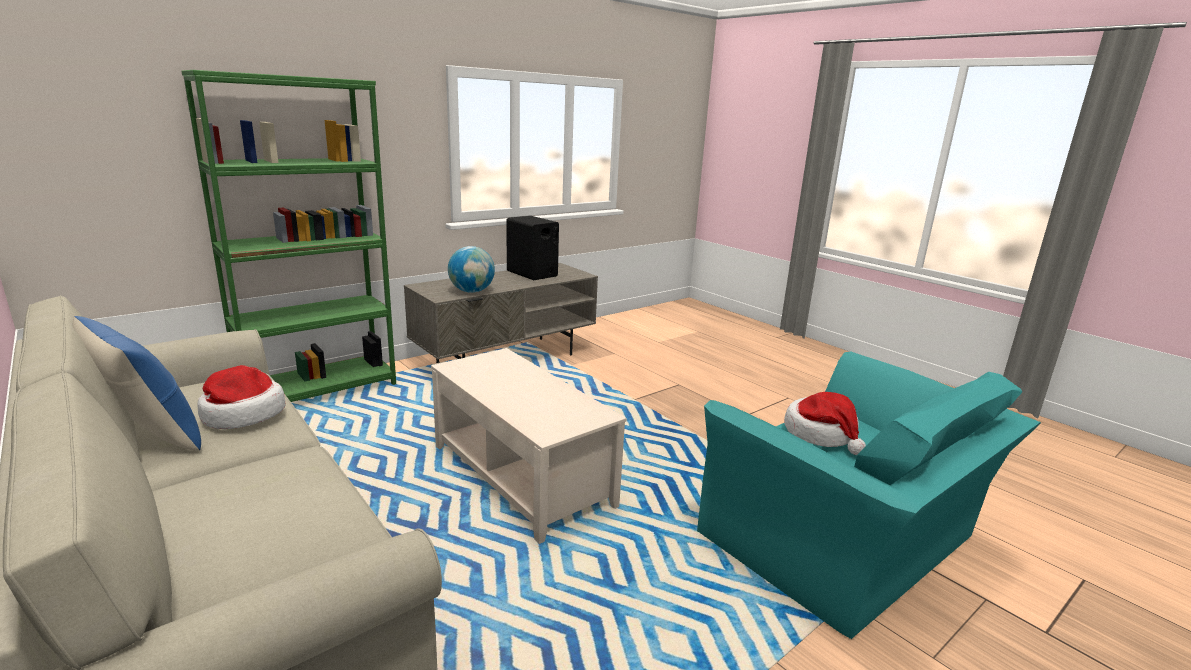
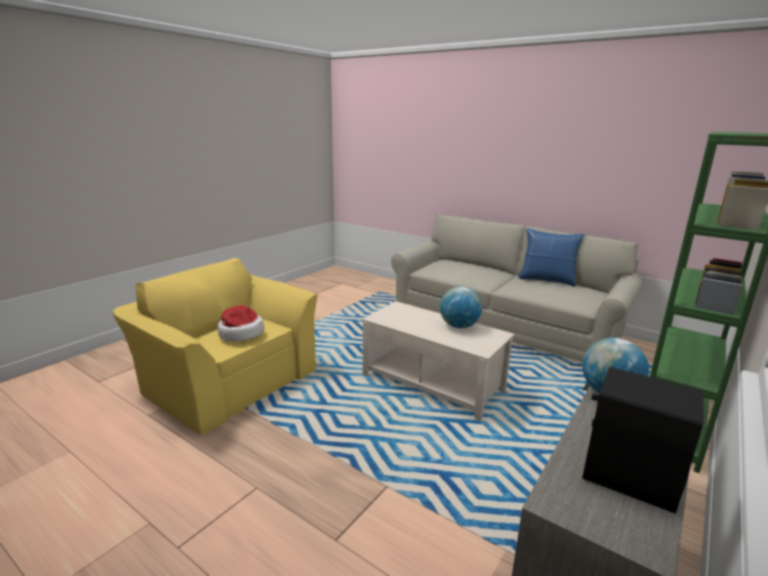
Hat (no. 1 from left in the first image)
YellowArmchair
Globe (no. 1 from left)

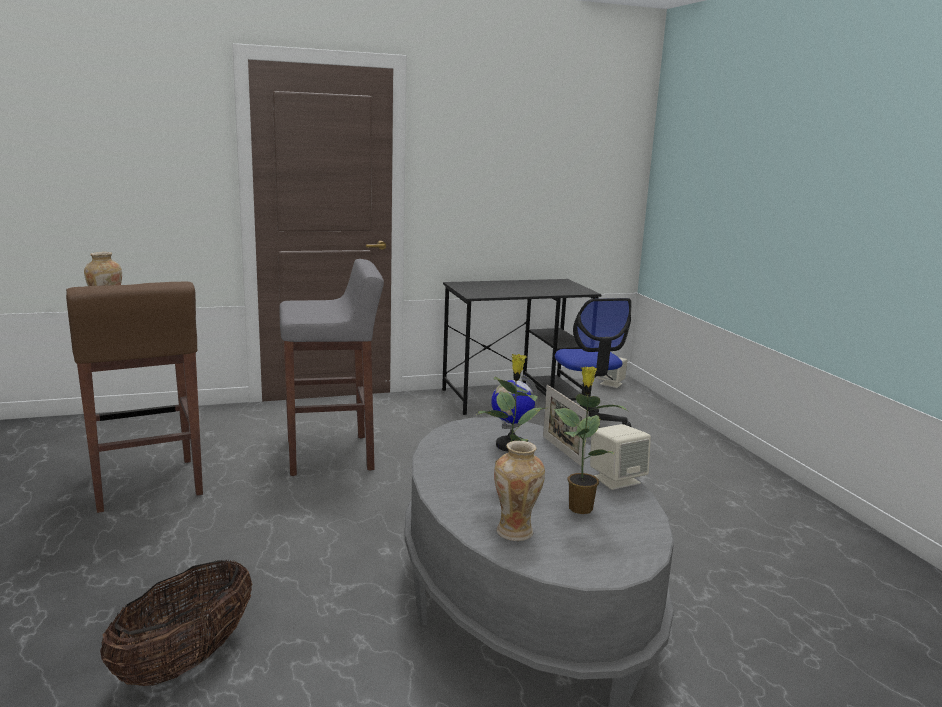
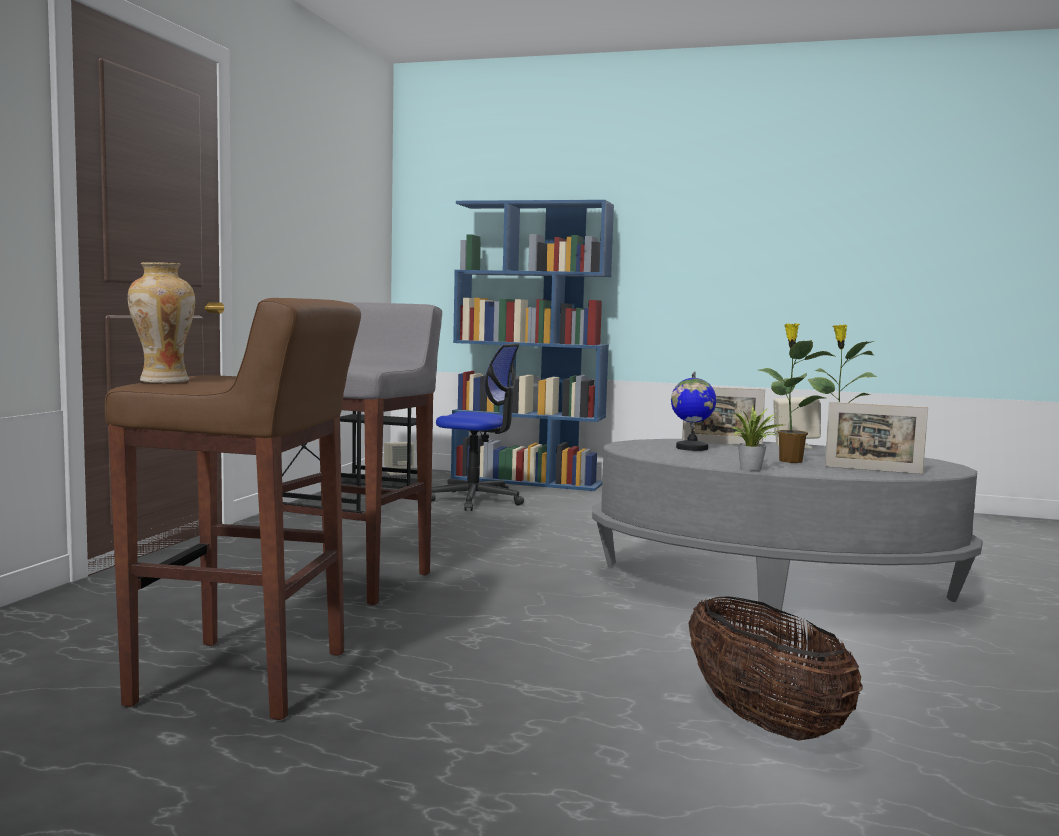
PictureFrame (no. 2 from left)
BlueBookcase
PottedPlant (no. 1 from left)

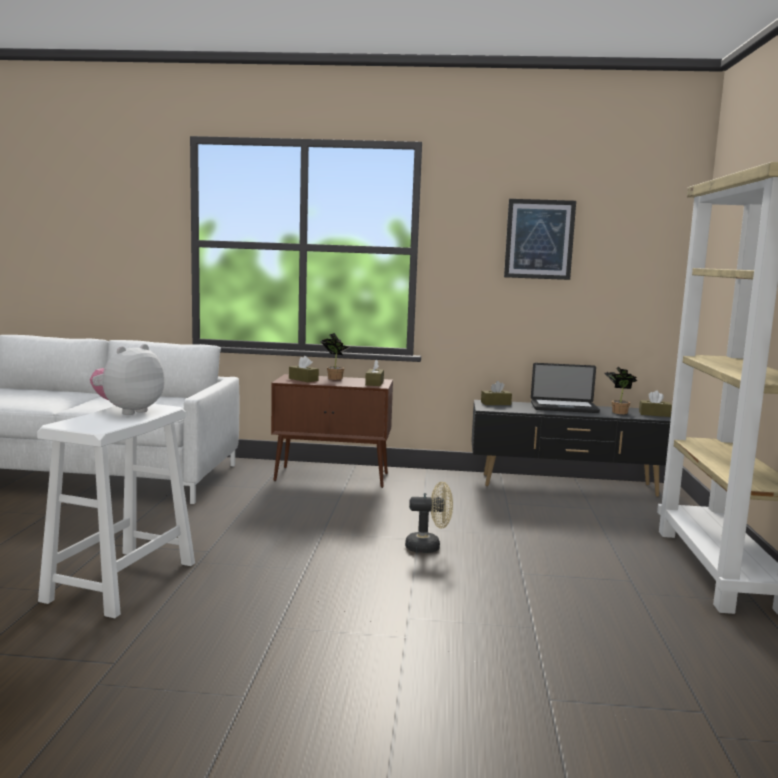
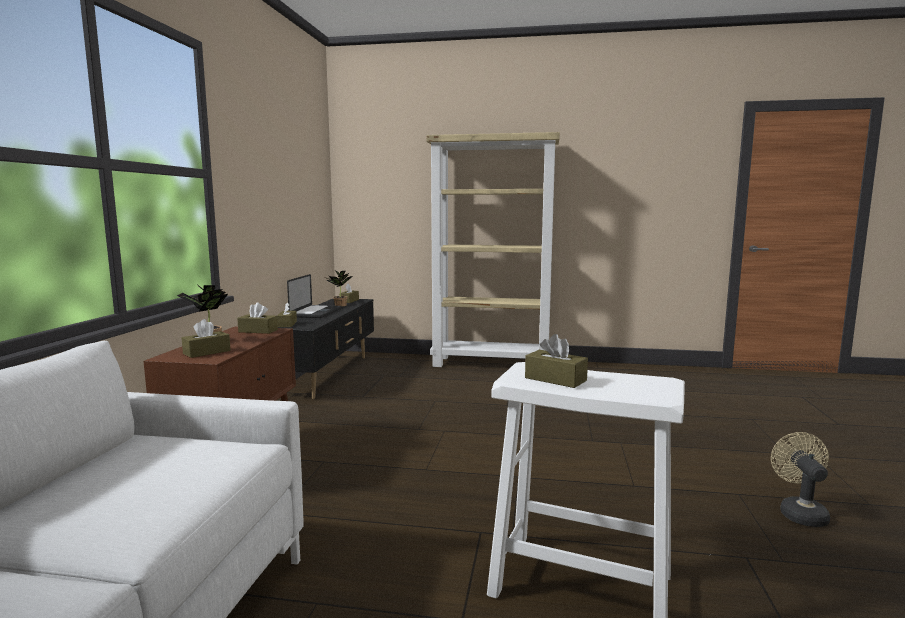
BrownTissueBox (no. 5 from left)
BeigeFan
Picture

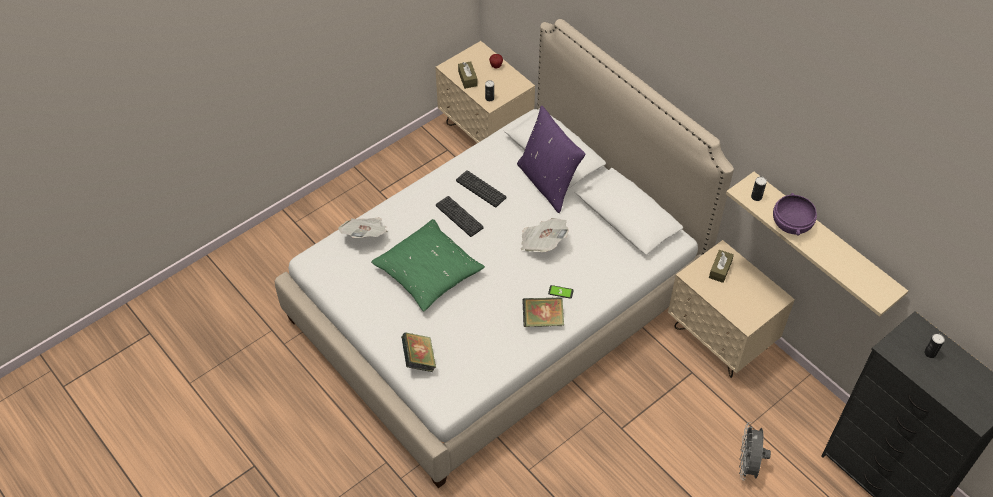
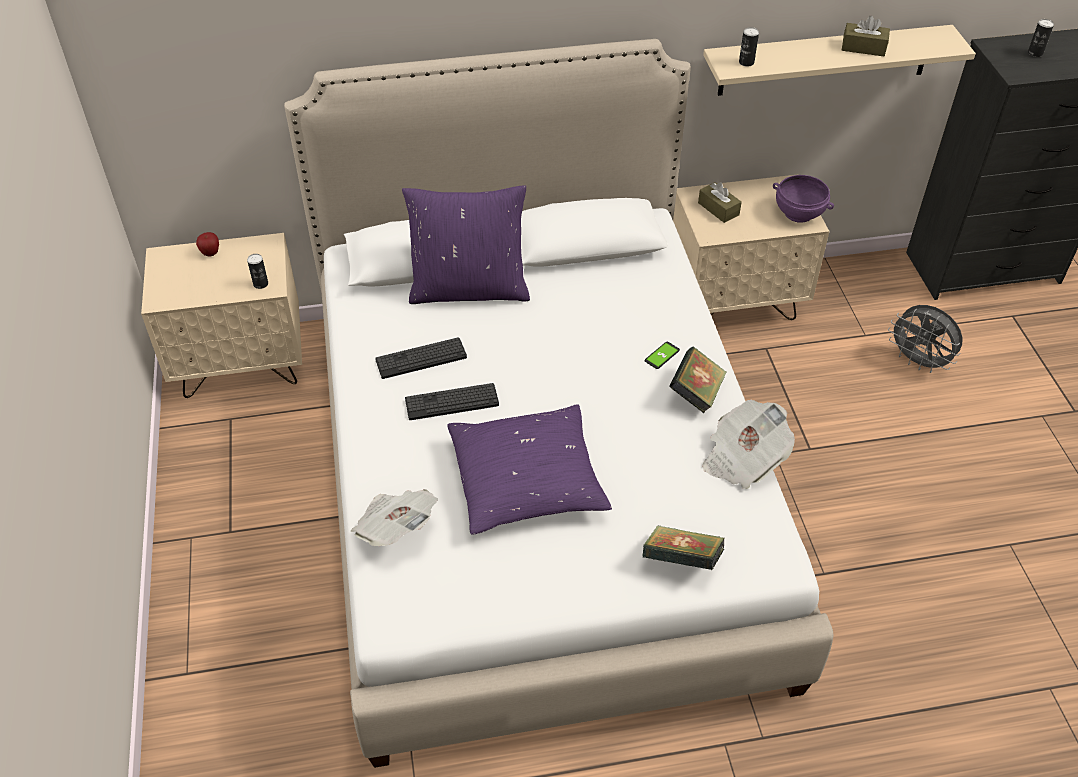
PurplePillow (no. 2 from left)
BrownTissueBox (no. 2 from left)
Newspaper (no. 2 from left)
PurpleBowl

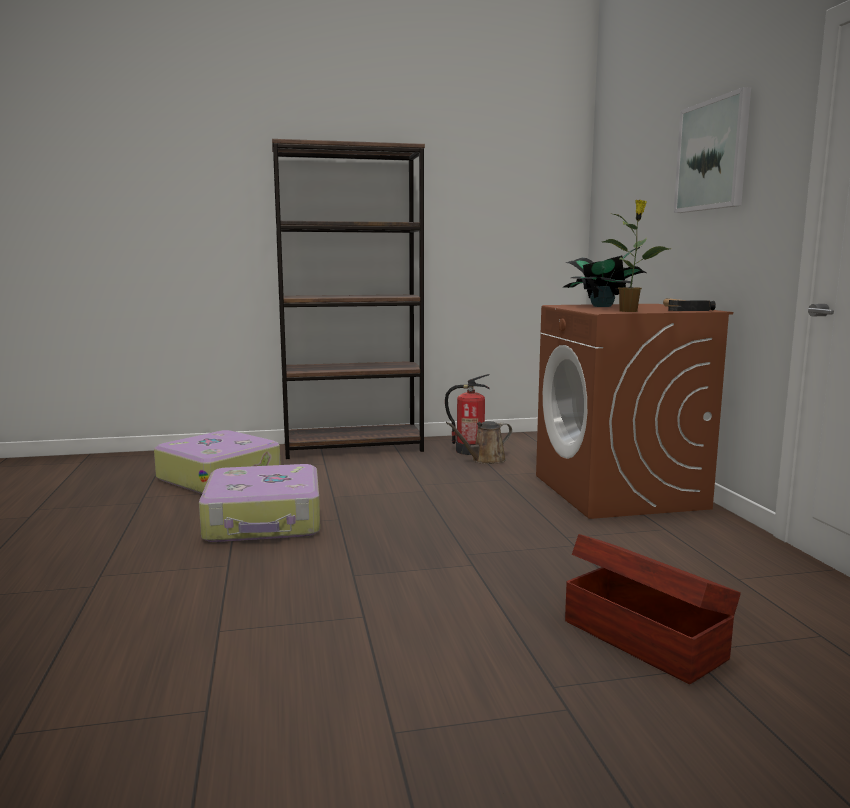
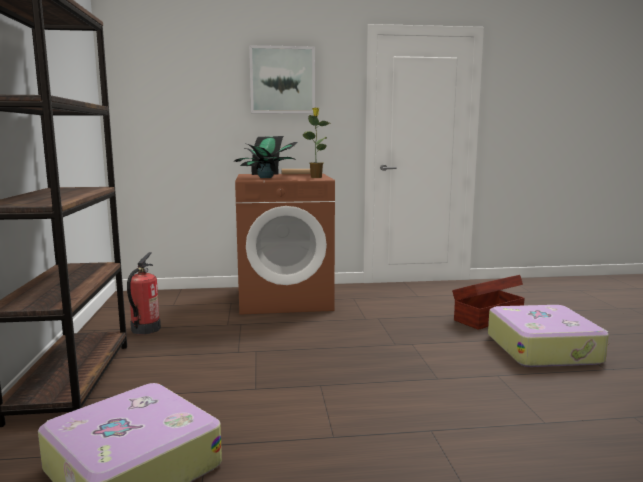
Suitcase (no. 2 from left)
BrownWateringCan

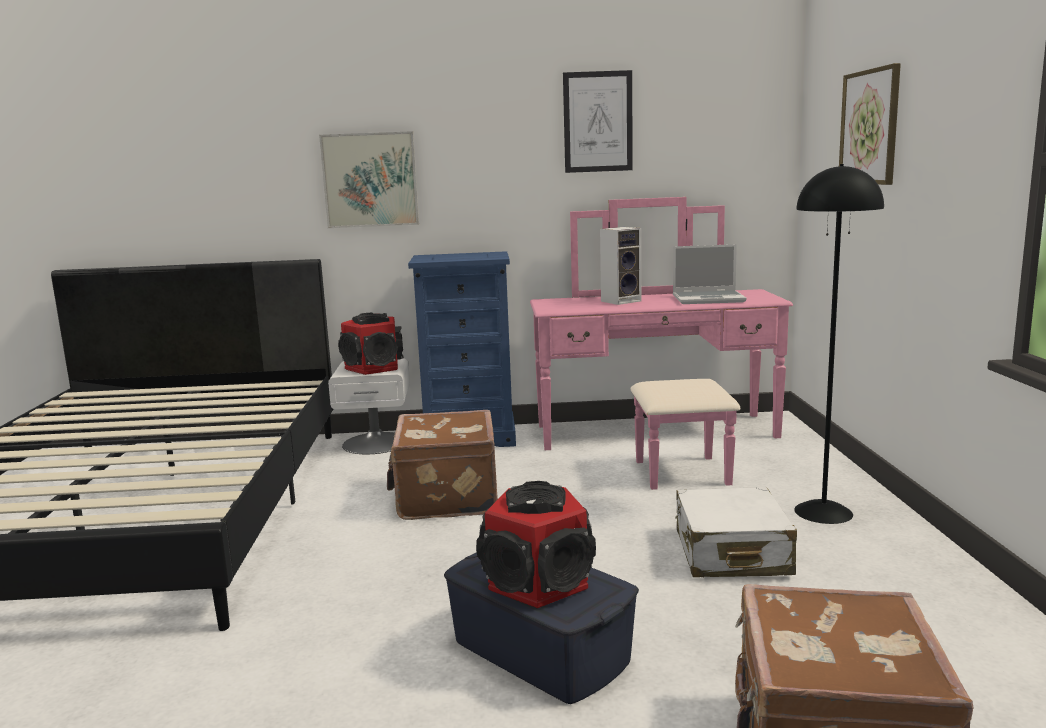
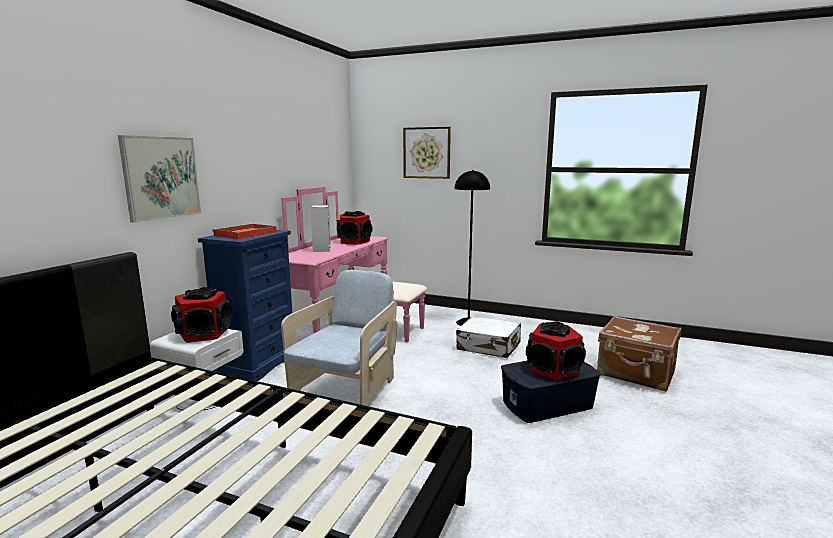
BeigeArmchair
Picture (no. 2 from left in the first image)
Speaker (no. 3 from left)
RedTray

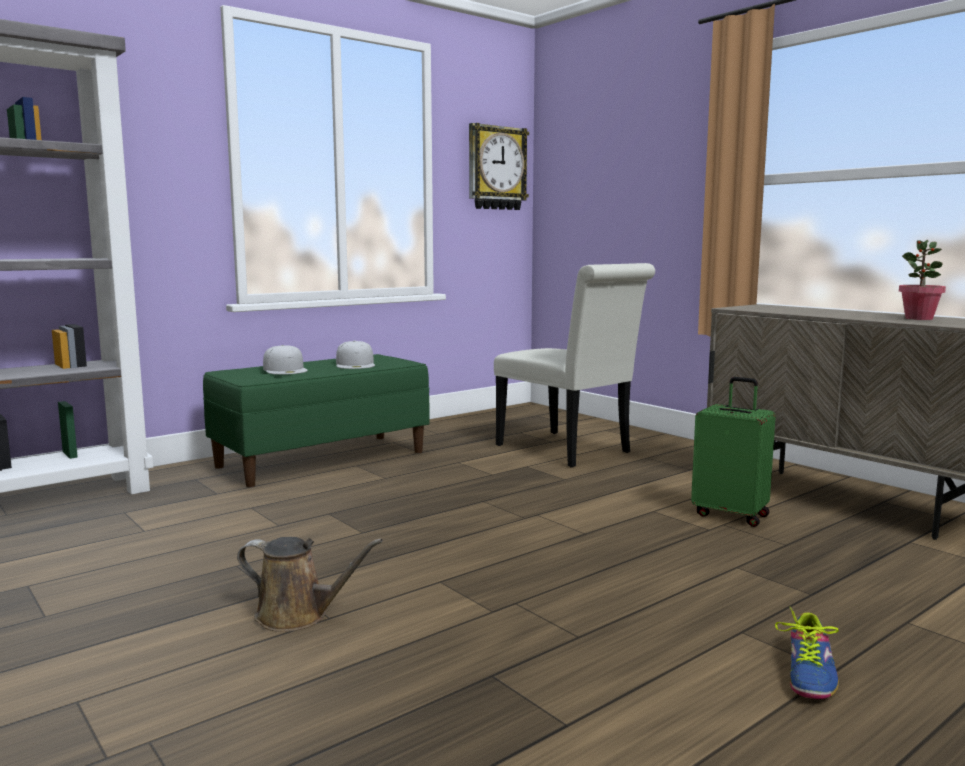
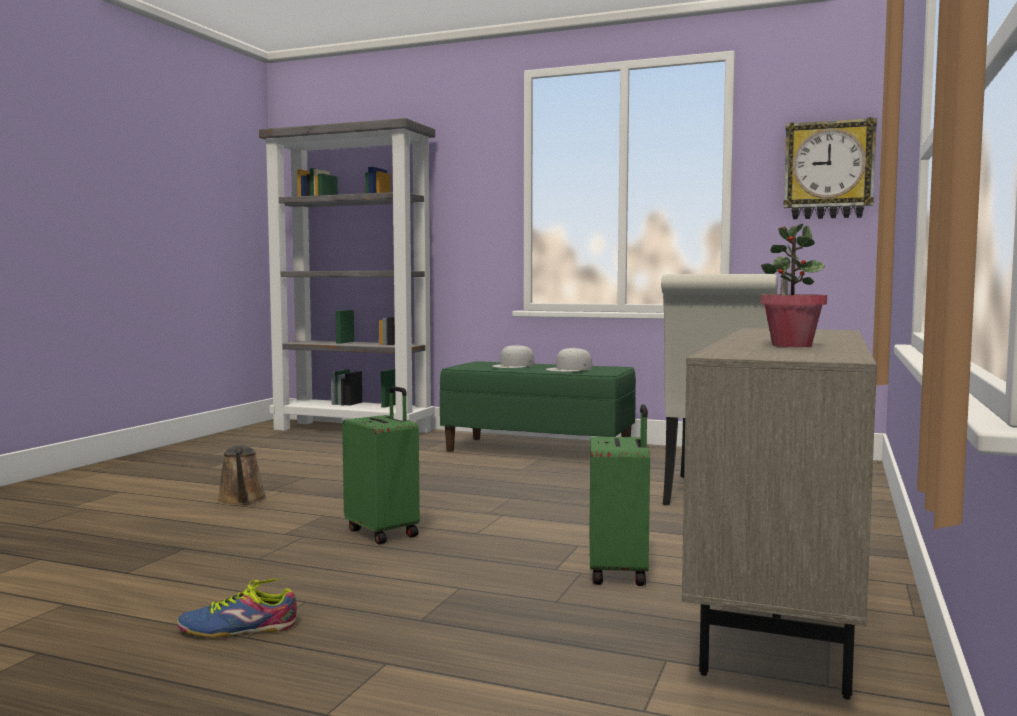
GreenSuitcase (no. 1 from left)

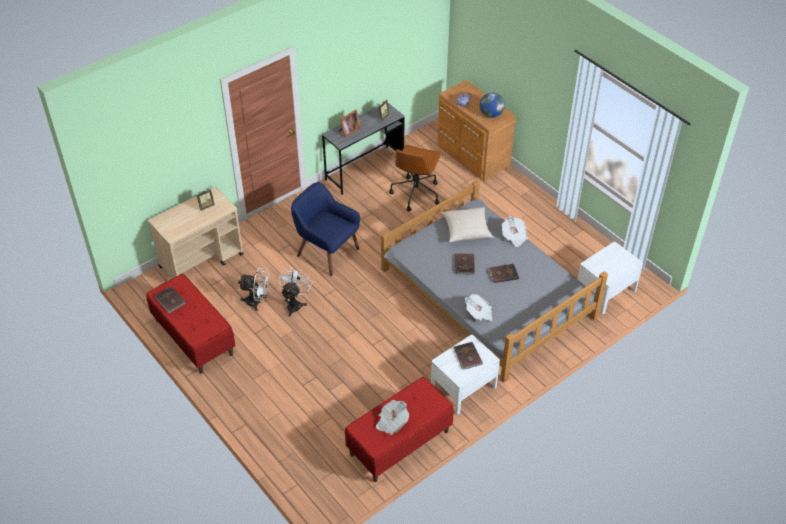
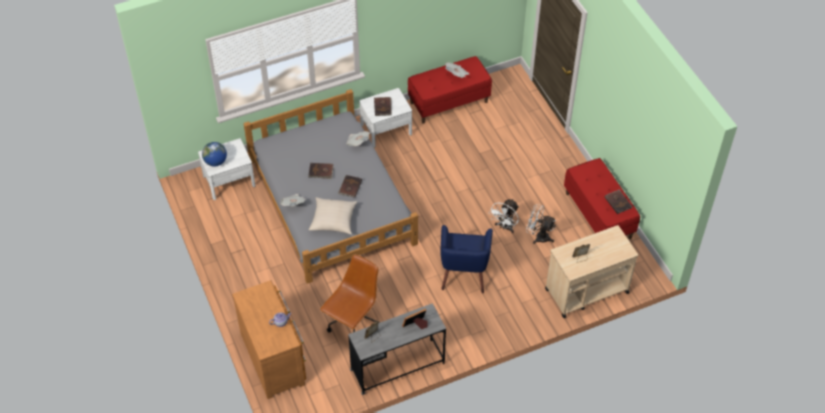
BlueArmchair
Globe

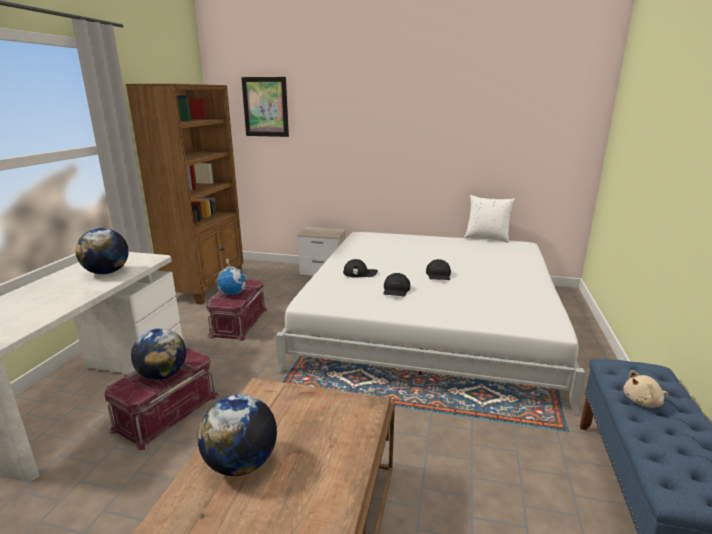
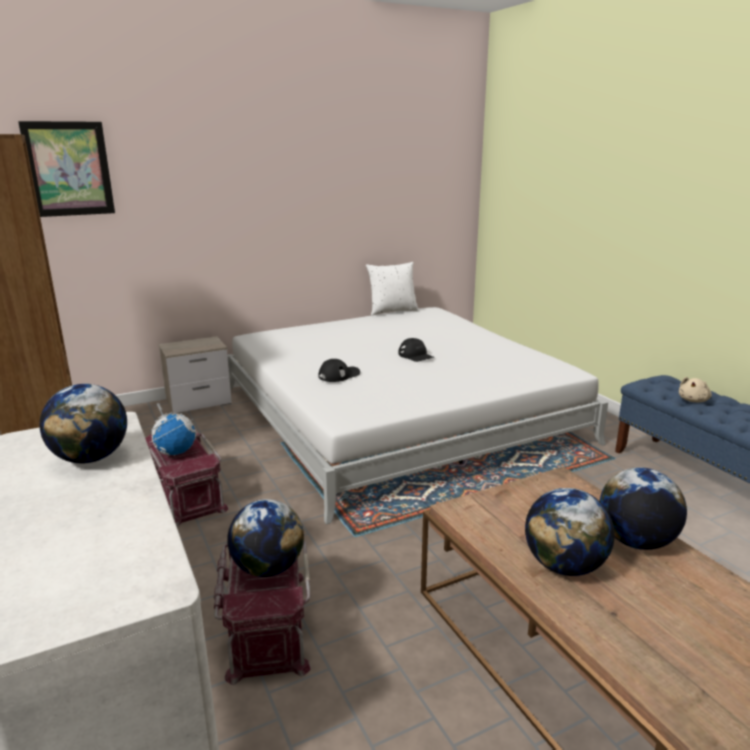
BlackCap (no. 2 from left in the first image)
Globe (no. 5 from left)

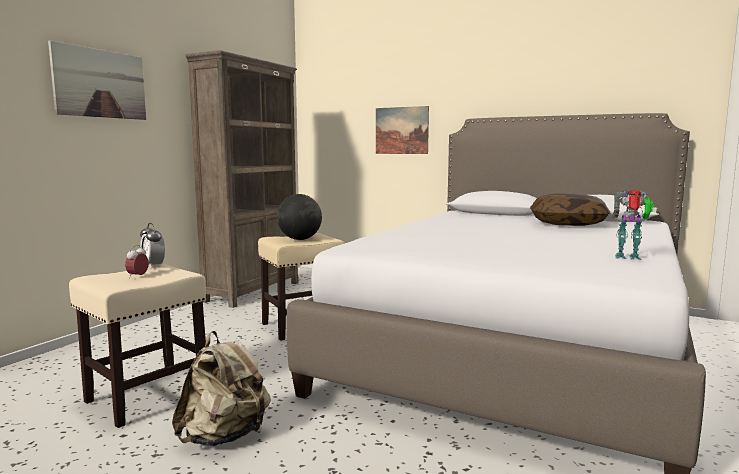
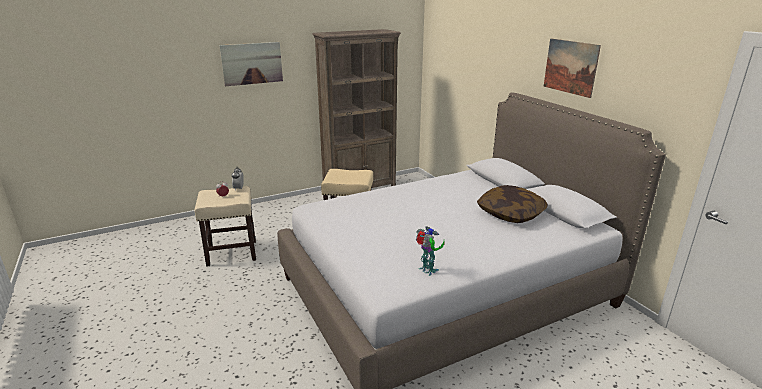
BeigeBackpack
Globe
Picture (no. 2 from left)

